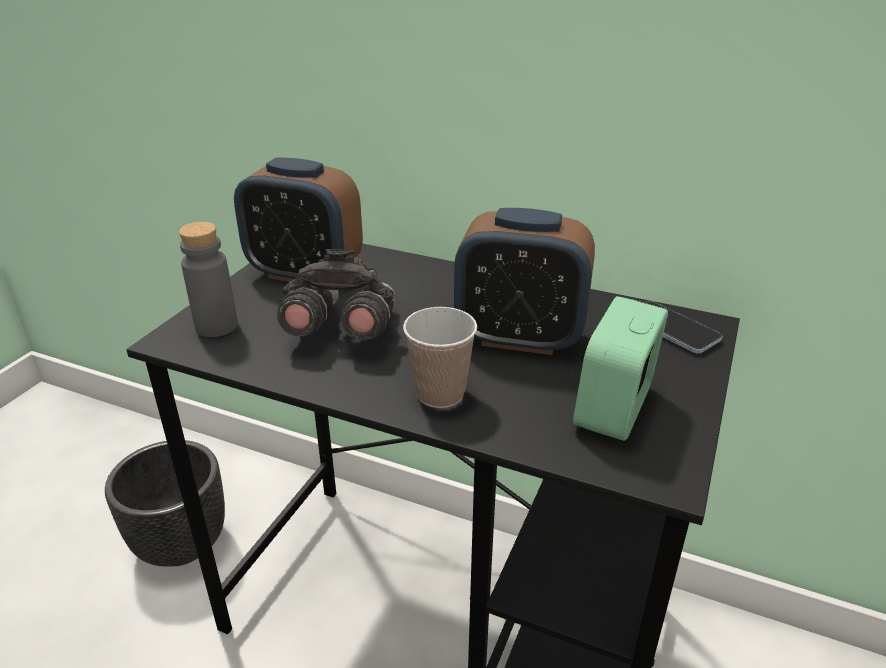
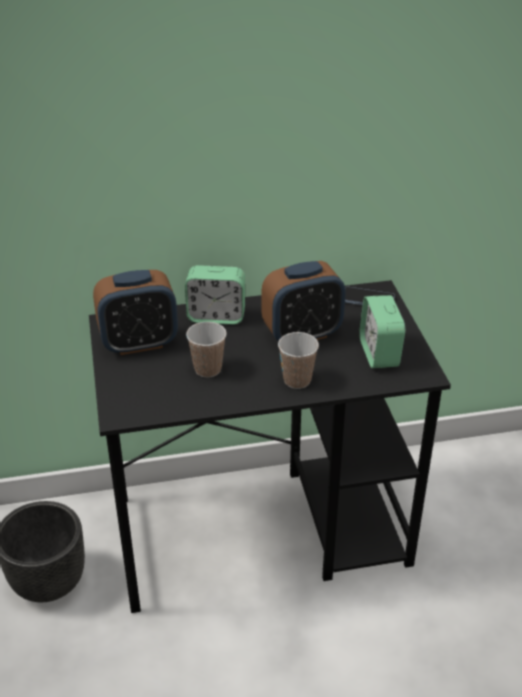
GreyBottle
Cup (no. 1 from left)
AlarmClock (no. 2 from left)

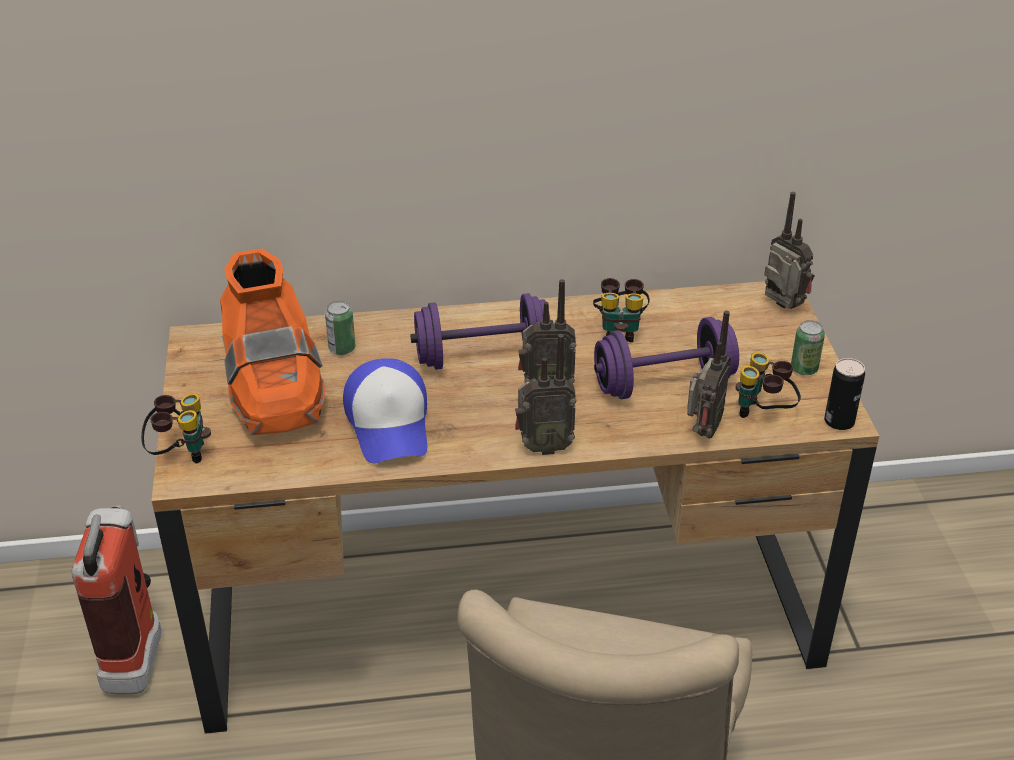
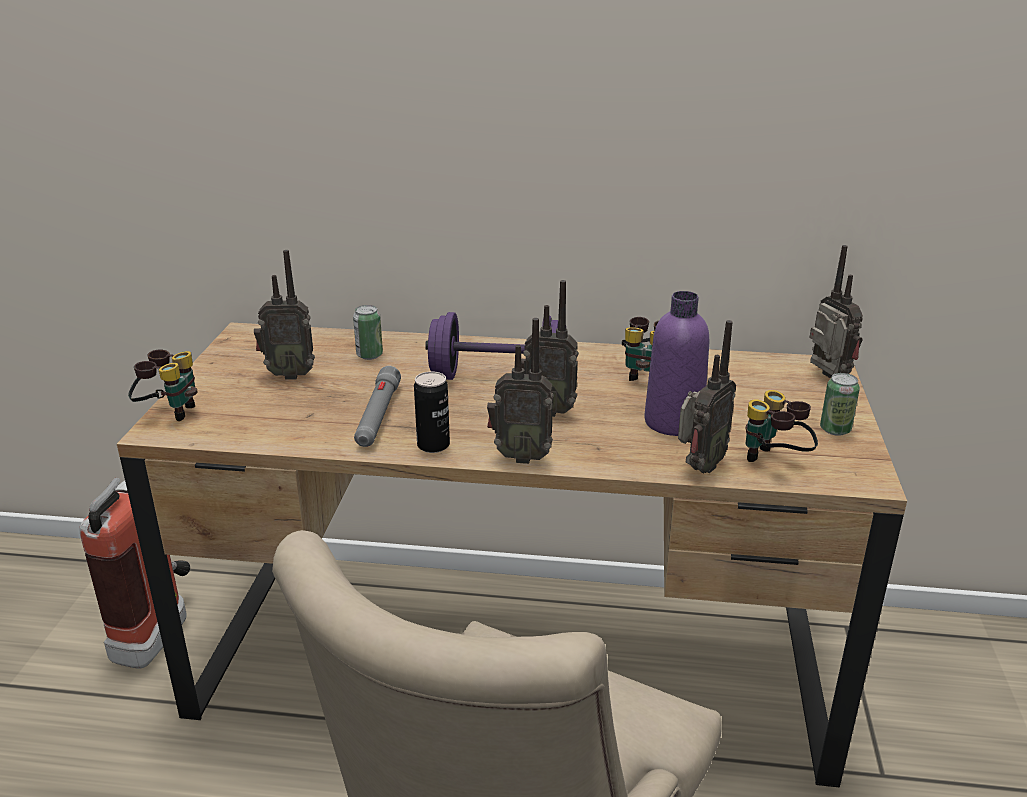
Radio (no. 1 from left)
GreyFlashlight
PurpleBottle
Can (no. 2 from left)

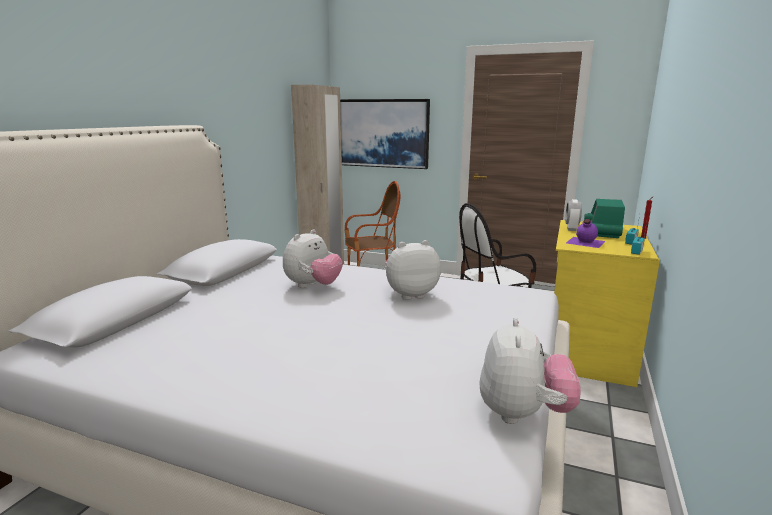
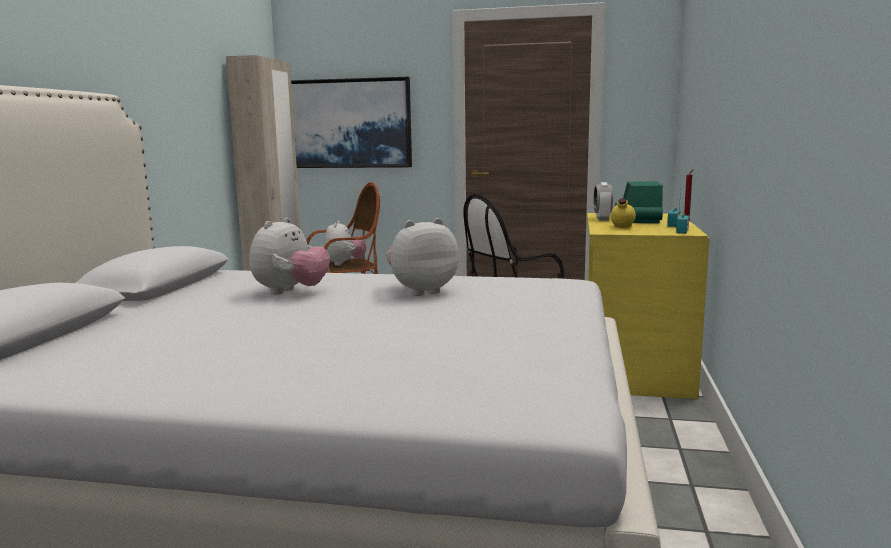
PlushToy (no. 2 from left)
YellowBottle

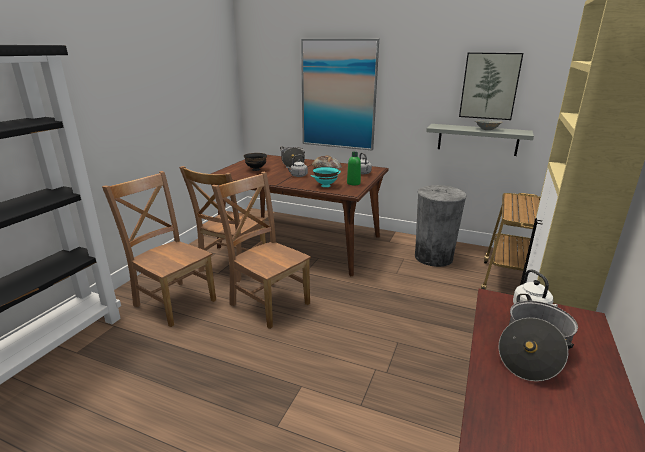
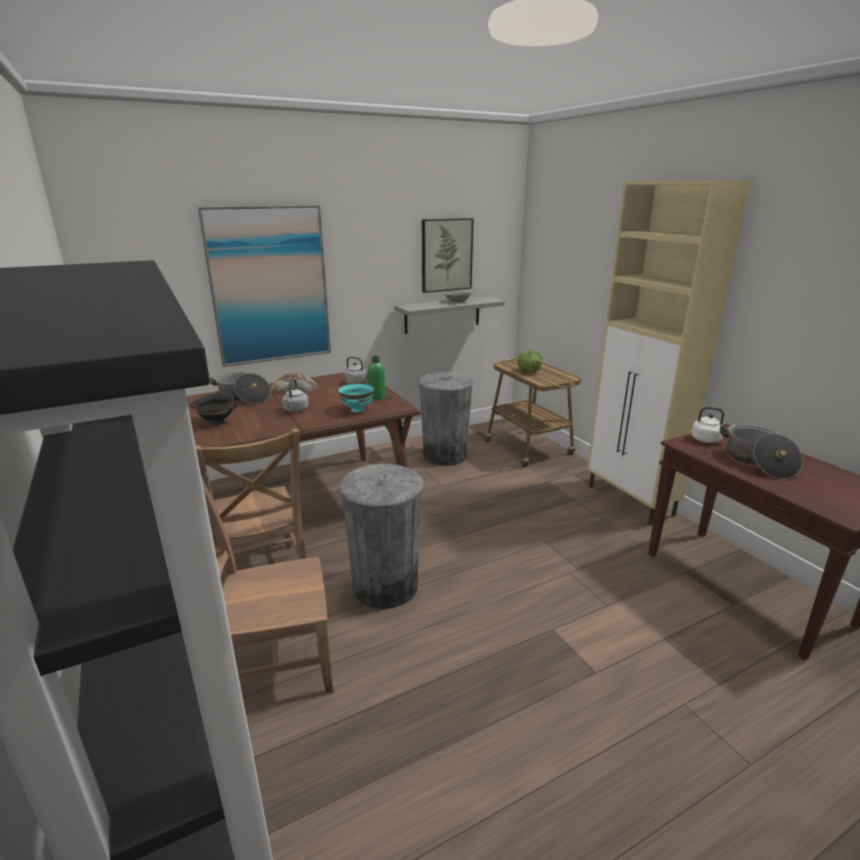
GreyTrashCan (no. 1 from left)
Lettuce

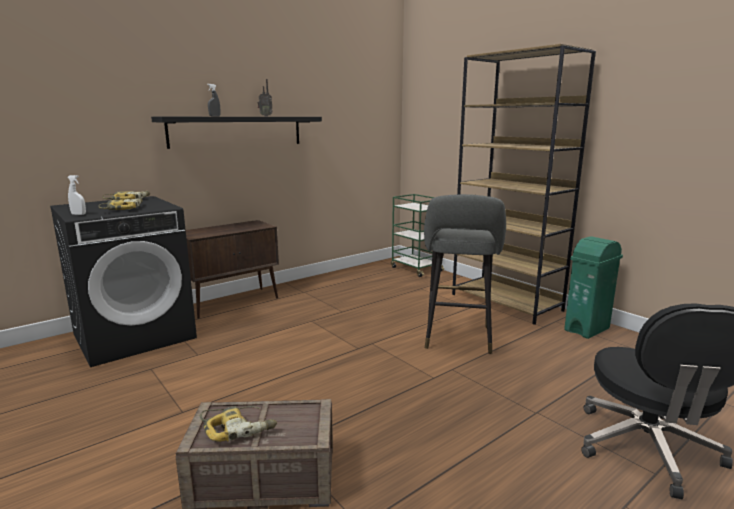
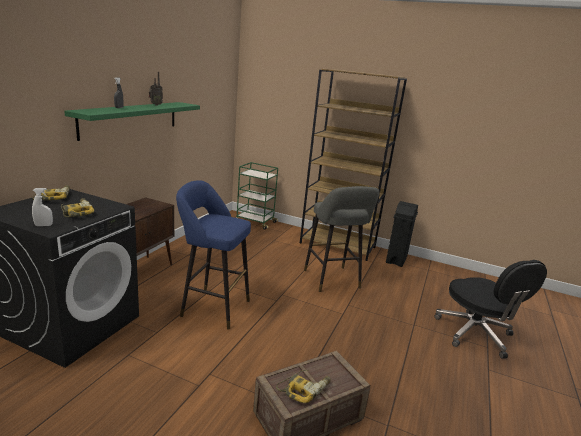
GreenShelf
BlackTrashCan
BlueStool

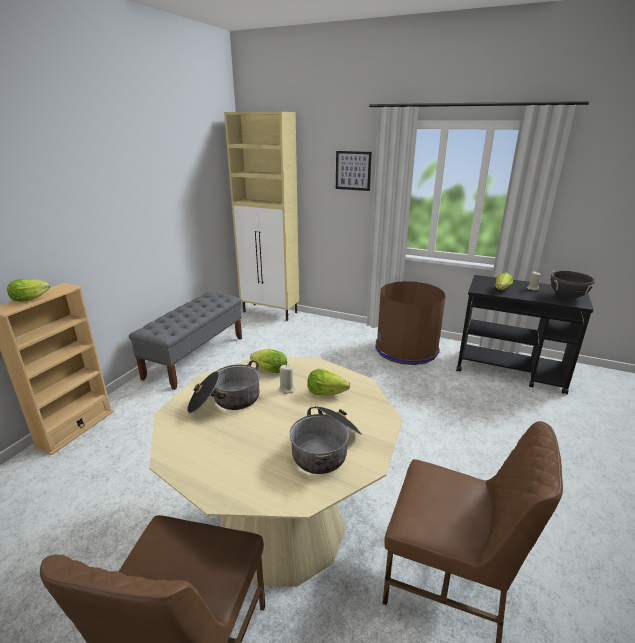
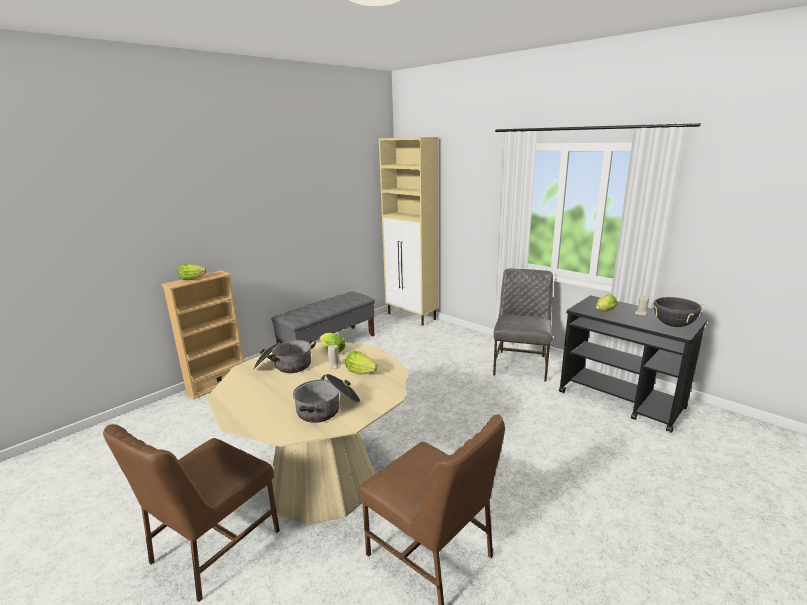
Picture
GreyChair

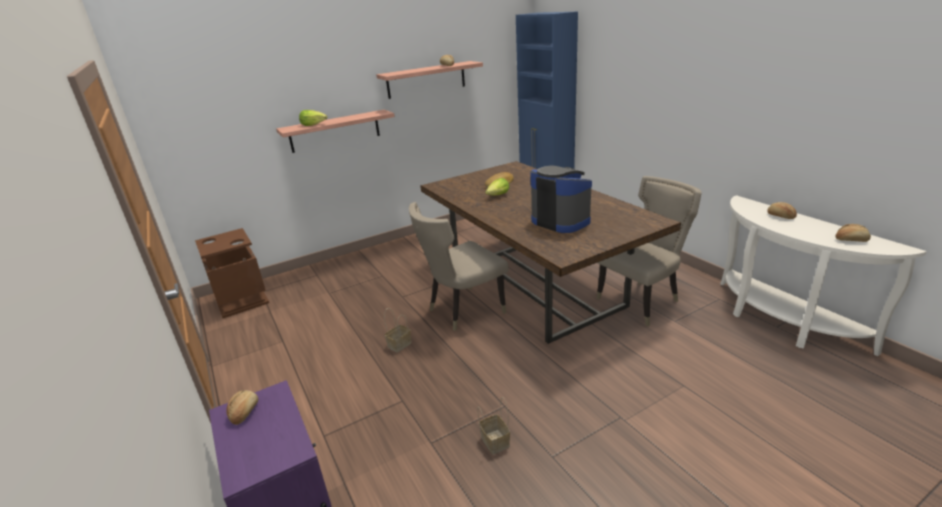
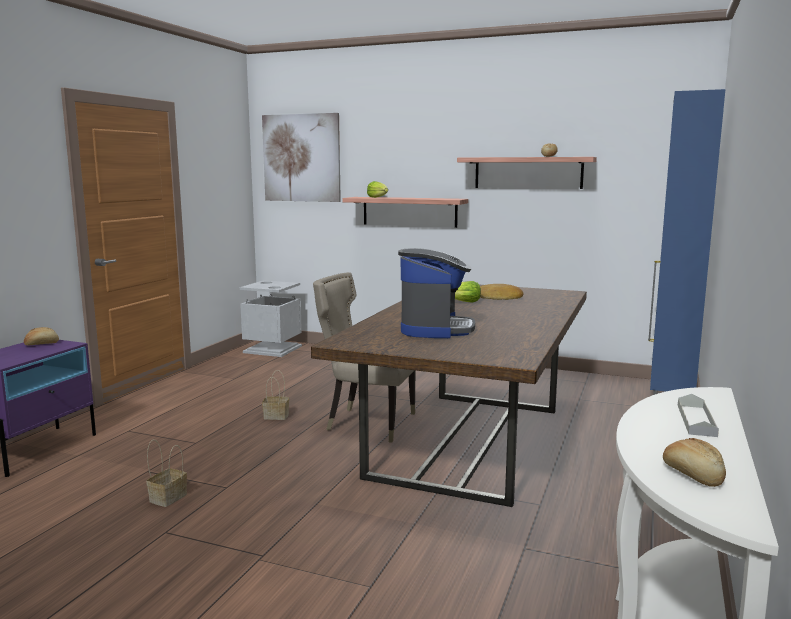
GreyTrashCan
BeigeChair (no. 2 from left in the first image)
GreyTray
Picture

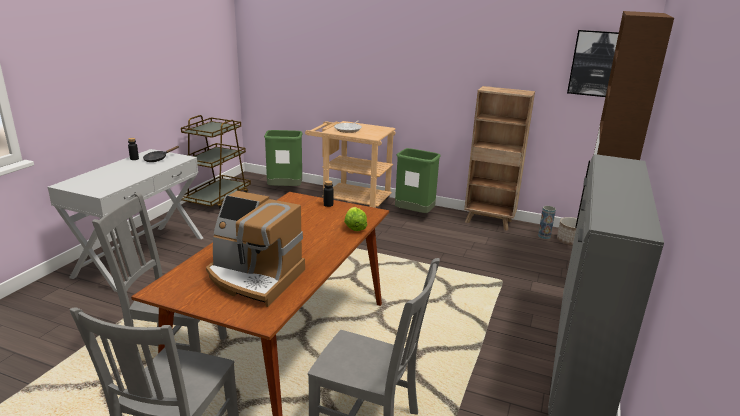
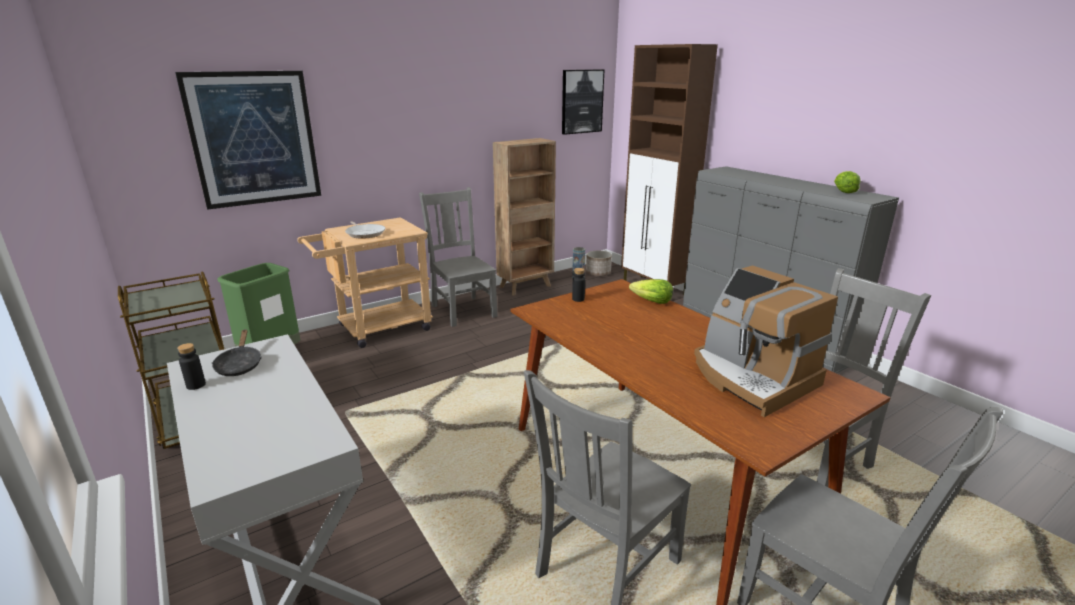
CoffeeMachine
GreyChair (no. 1 from left)
Picture (no. 1 from left)
Lettuce (no. 2 from left)

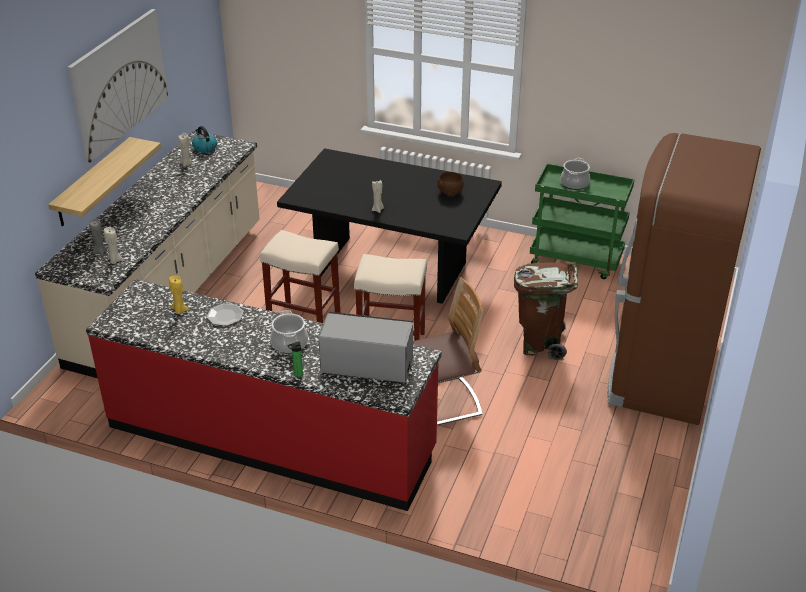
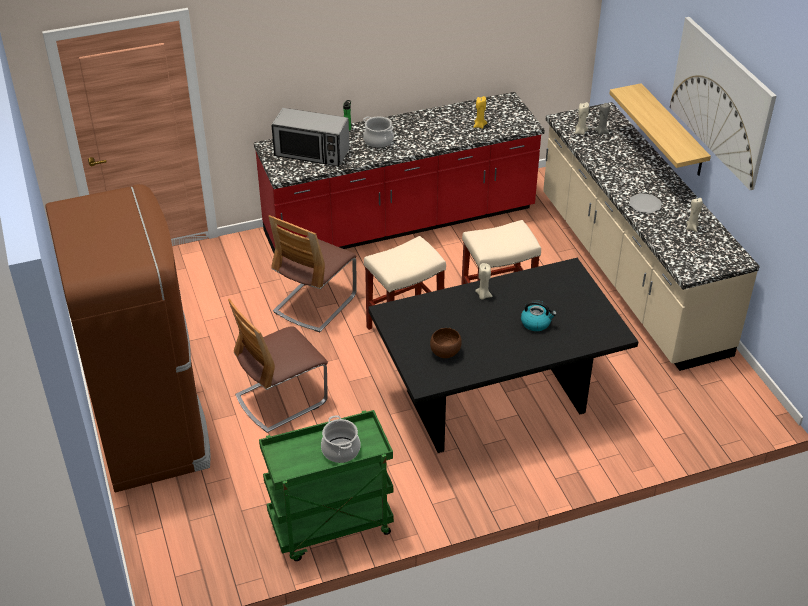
Kettle
Plate
Microwave
Chair (no. 1 from left)

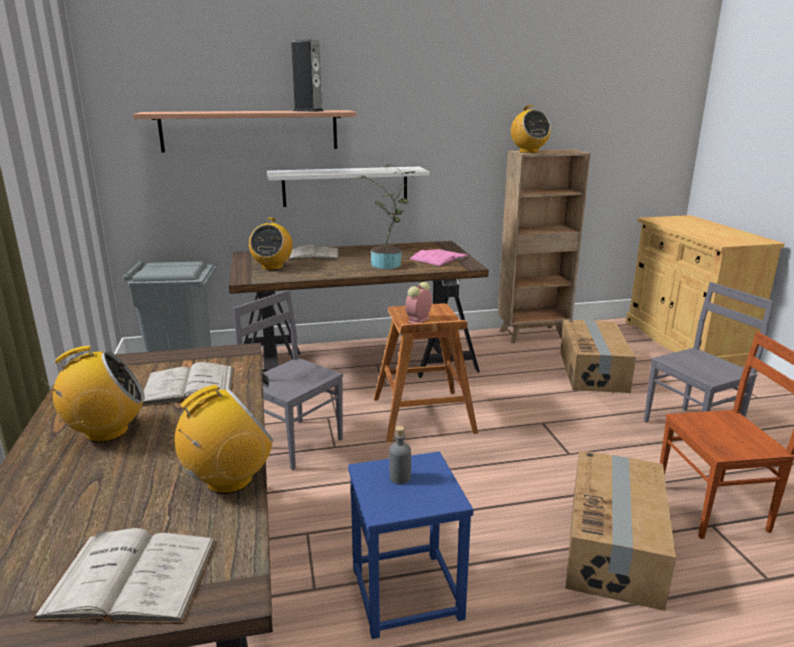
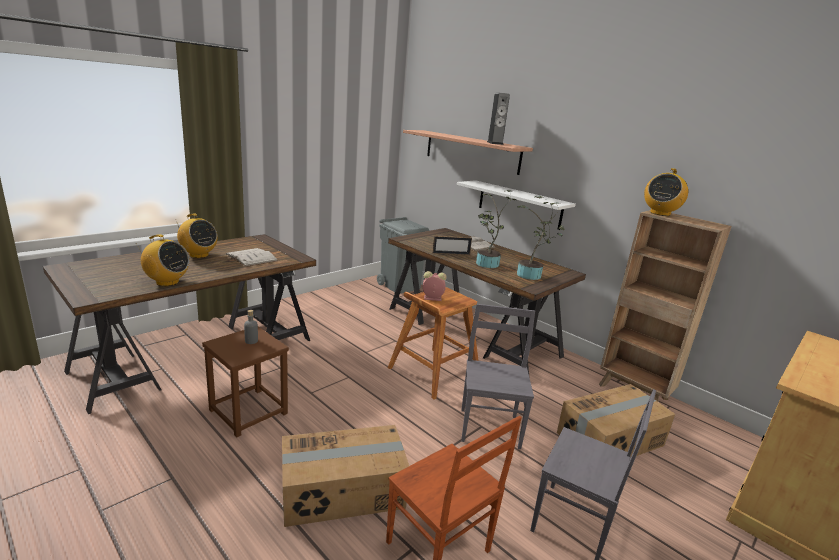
WhiteBook (no. 1 from left in the first image)
GreyChair (no. 1 from left)
Radio (no. 3 from left in the first image)
BrownStool (no. 1 from left)
PottedPlant (no. 2 from left)
PictureFrame

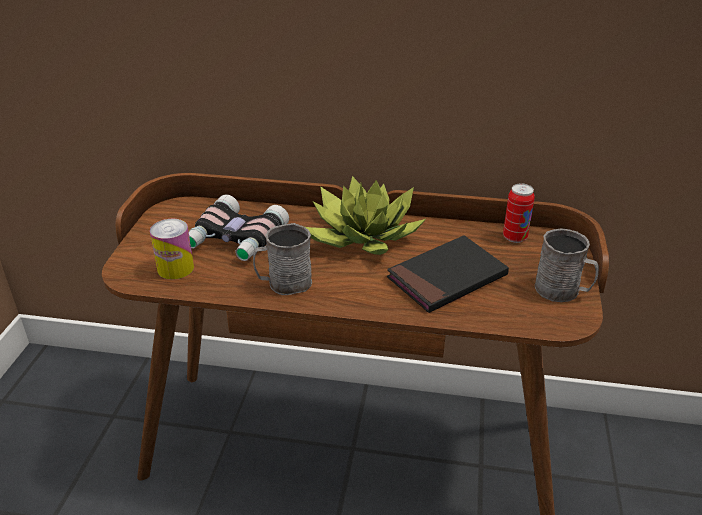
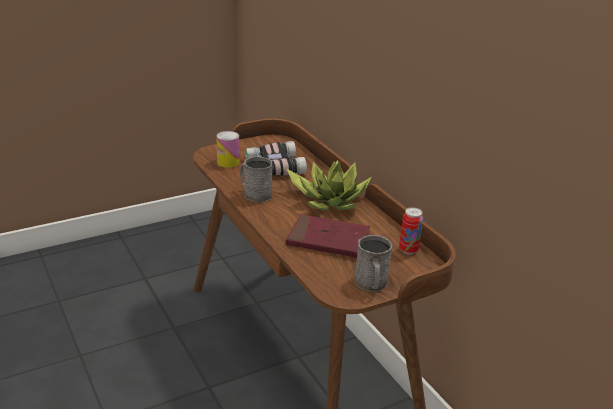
RedBook

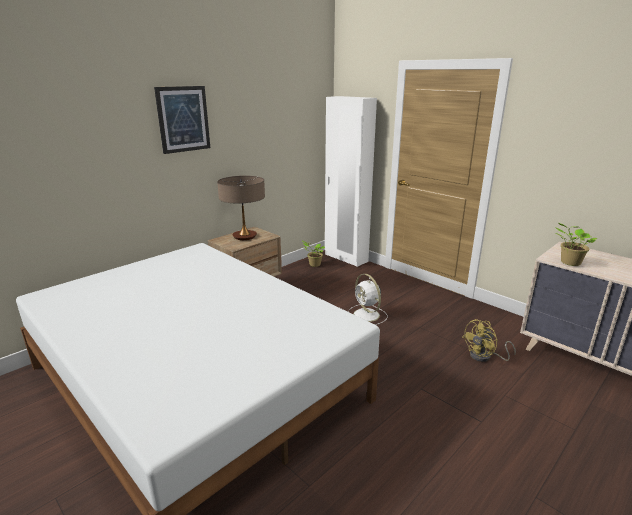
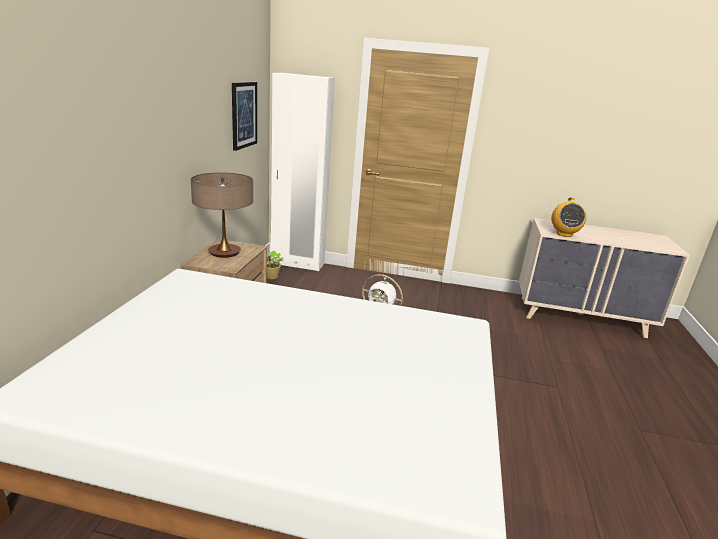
Picture
YellowFan
Radio

